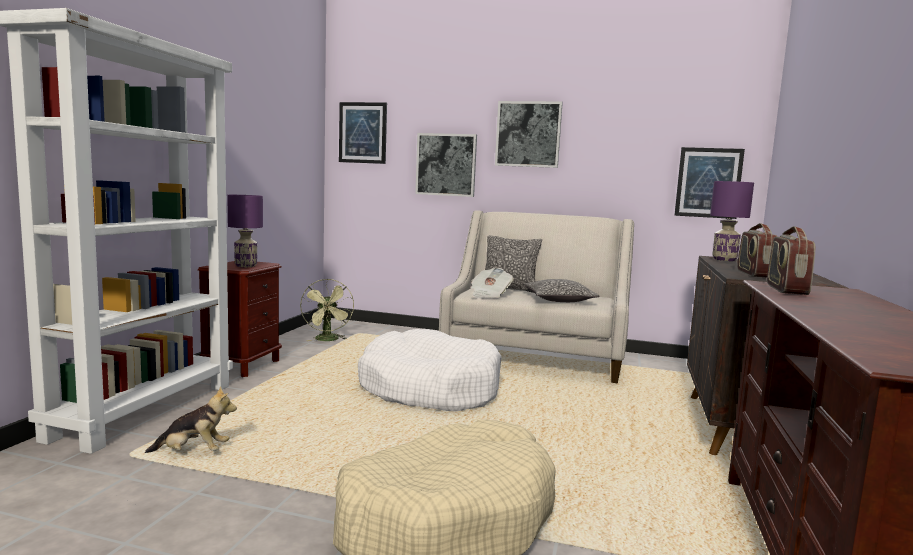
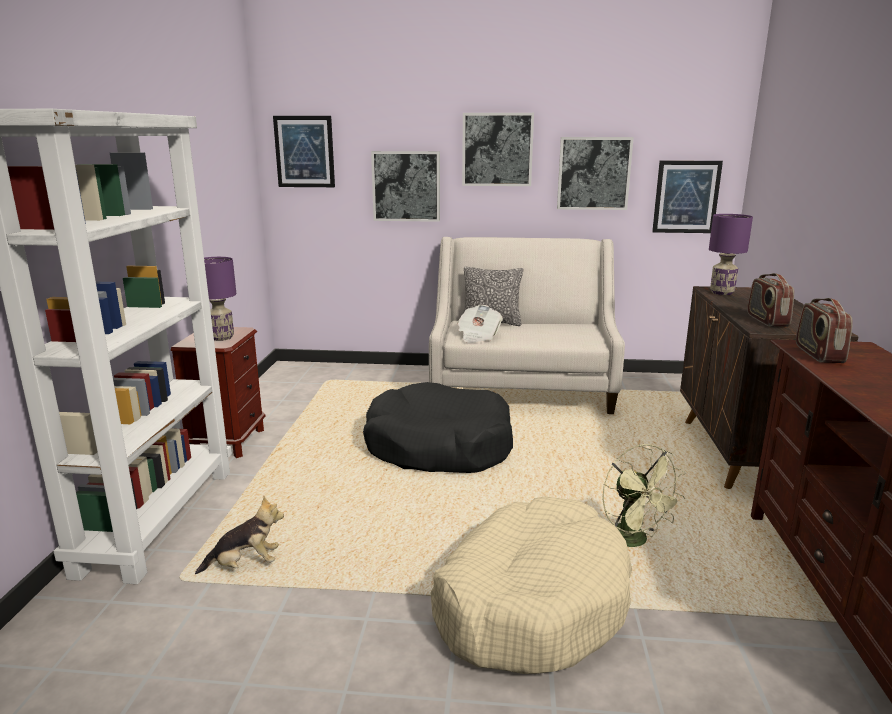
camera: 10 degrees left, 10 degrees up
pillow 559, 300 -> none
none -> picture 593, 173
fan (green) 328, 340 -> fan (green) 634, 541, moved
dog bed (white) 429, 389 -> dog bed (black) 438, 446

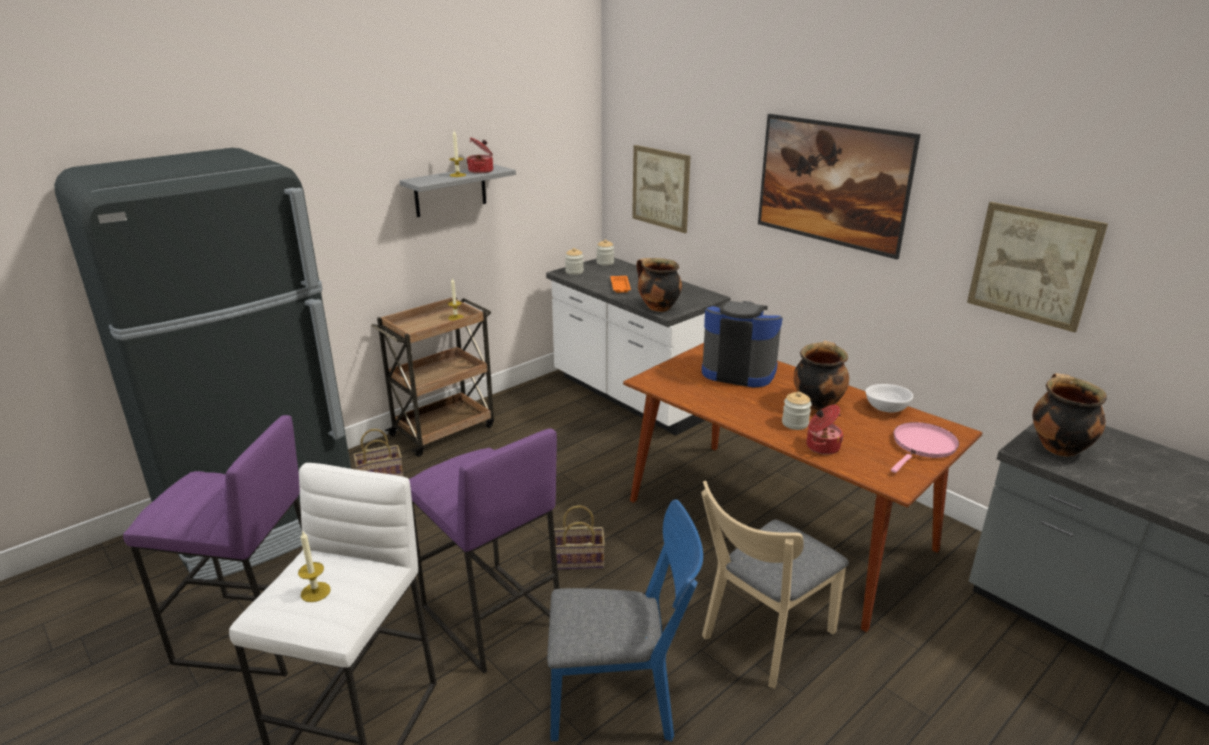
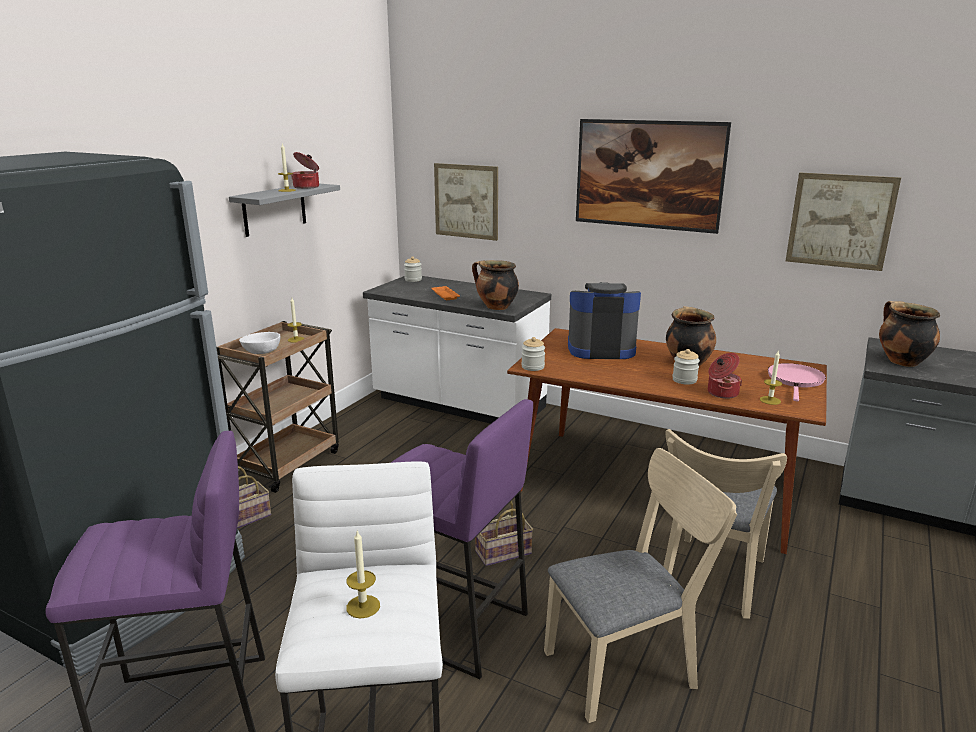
camera: 20 degrees left, 5 degrees down
none -> candle 770, 400
jar 574, 272 -> jar 533, 367, moved
bowl (white) 887, 409 -> bowl (white) 262, 352, moved
chair (blue) 622, 699 -> chair (beige) 629, 665

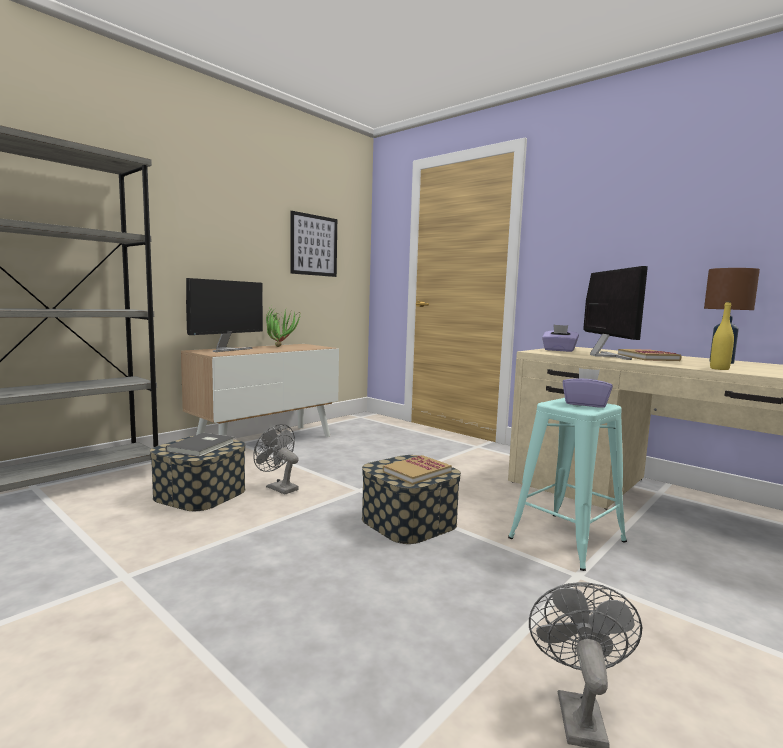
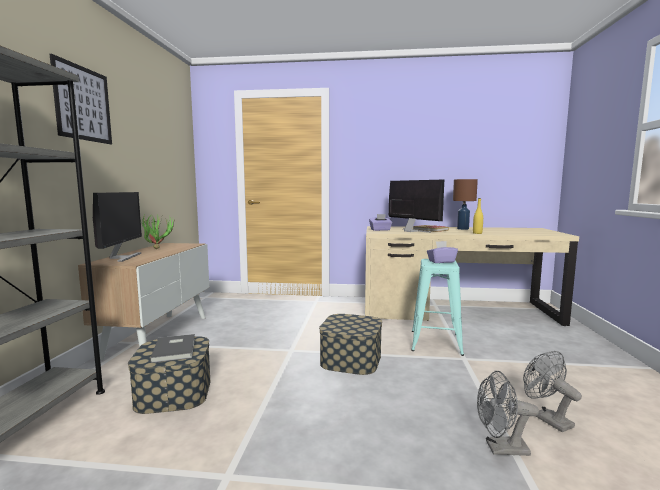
camera: 35 degrees left, 0 degrees up
book 417, 472 -> none
fan (grey) 278, 488 -> fan (grey) 501, 449, moved
picture 314, 245 -> picture 83, 103, moved

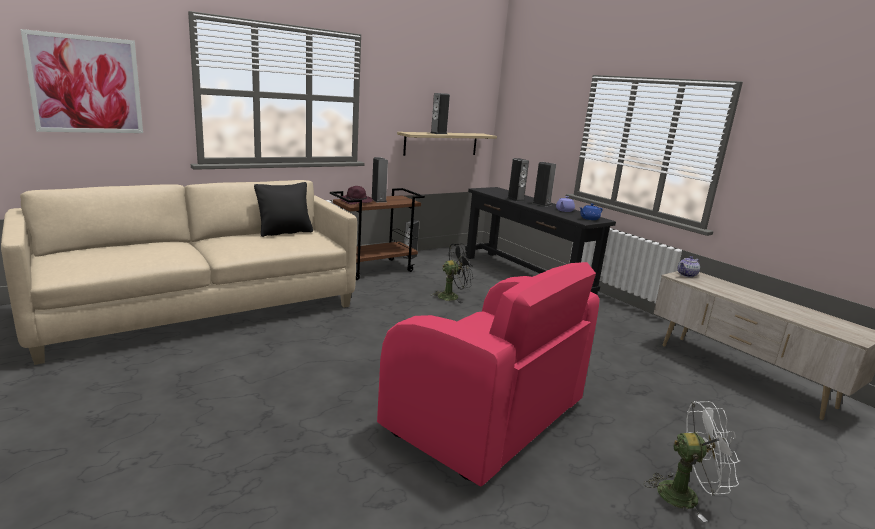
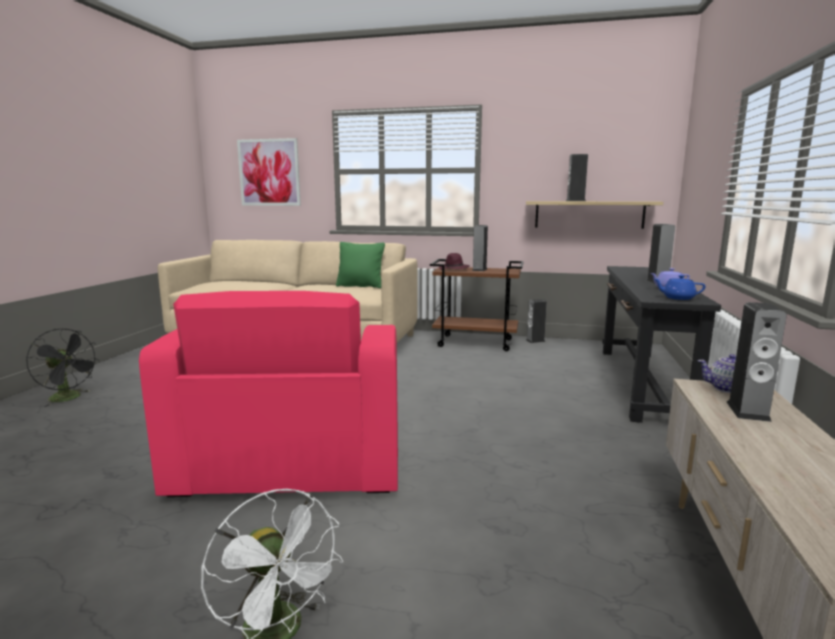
camera: 50 degrees right, 5 degrees down
fan (black) 452, 296 -> fan (black) 70, 398, moved
speaker 515, 199 -> speaker 748, 411, moved
pillow (black) 285, 232 -> pillow (green) 360, 286

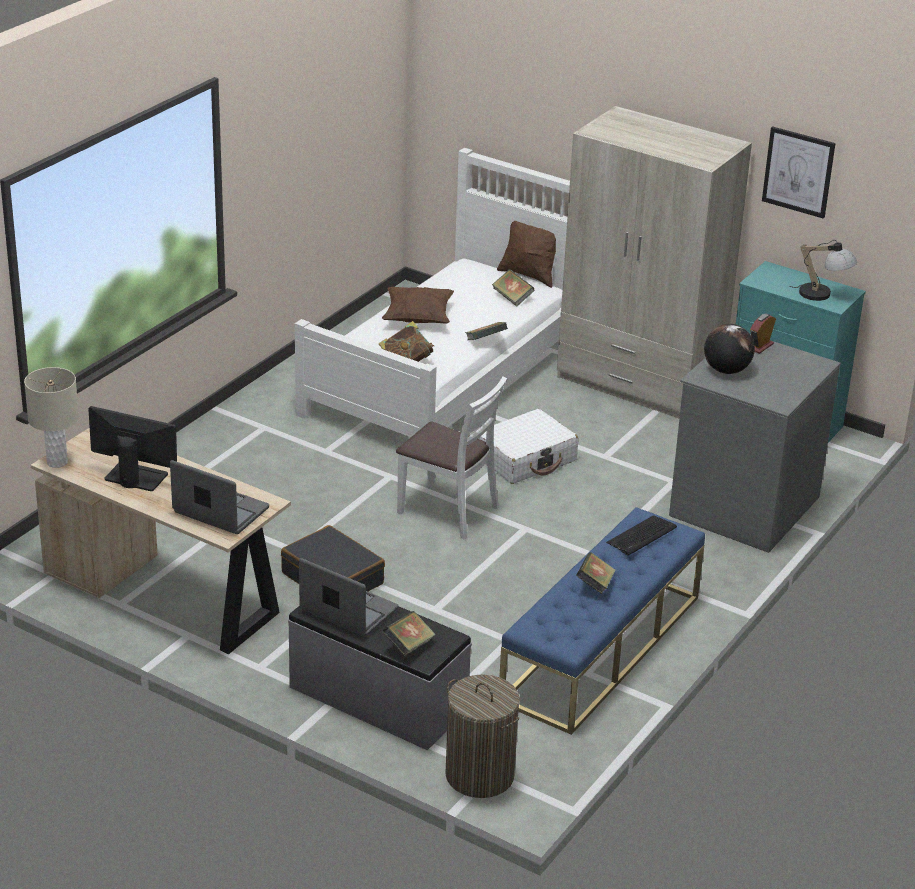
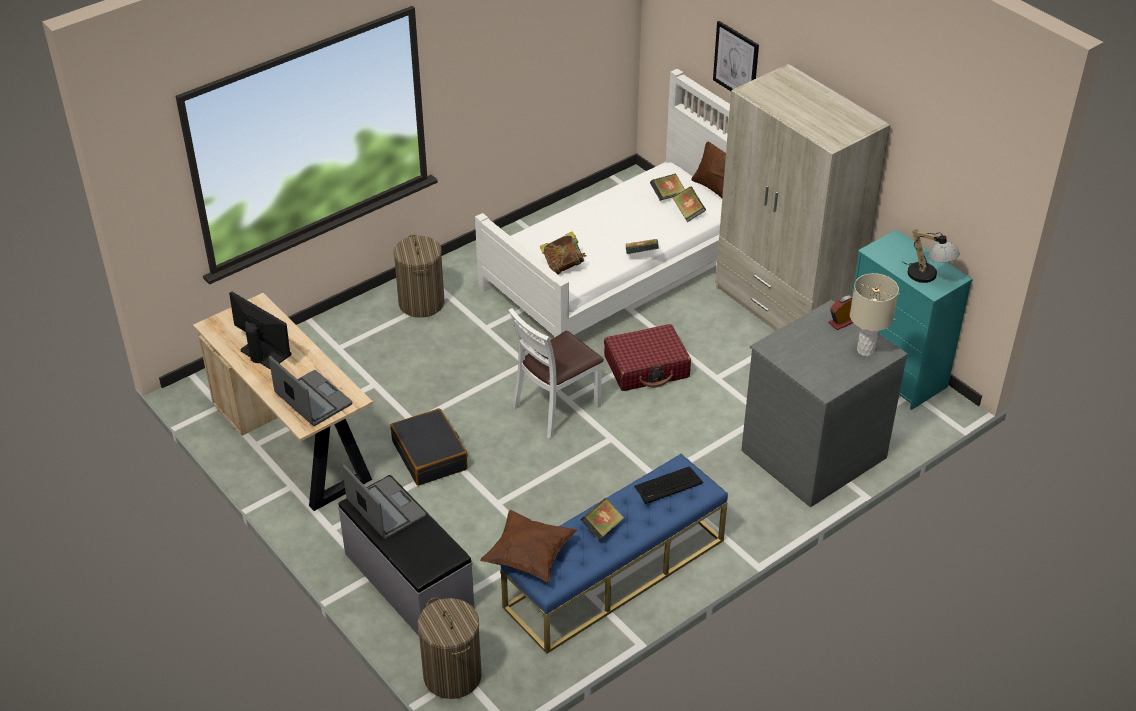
camera: 20 degrees right, 10 degrees up
globe 726, 370 -> none
none -> laundry basket 421, 303
table lamp (beige) 57, 462 -> table lamp (beige) 865, 350, moved
pillow (brown) 417, 318 -> pillow (brown) 529, 556, moved
book 409, 646 -> book 667, 195, moved
picture 798, 172 -> picture 736, 62, moved
suitcase (white) 525, 459 -> suitcase (red) 647, 367
chair (white) 448, 511 -> chair (white) 556, 408, 90 degrees clockwise

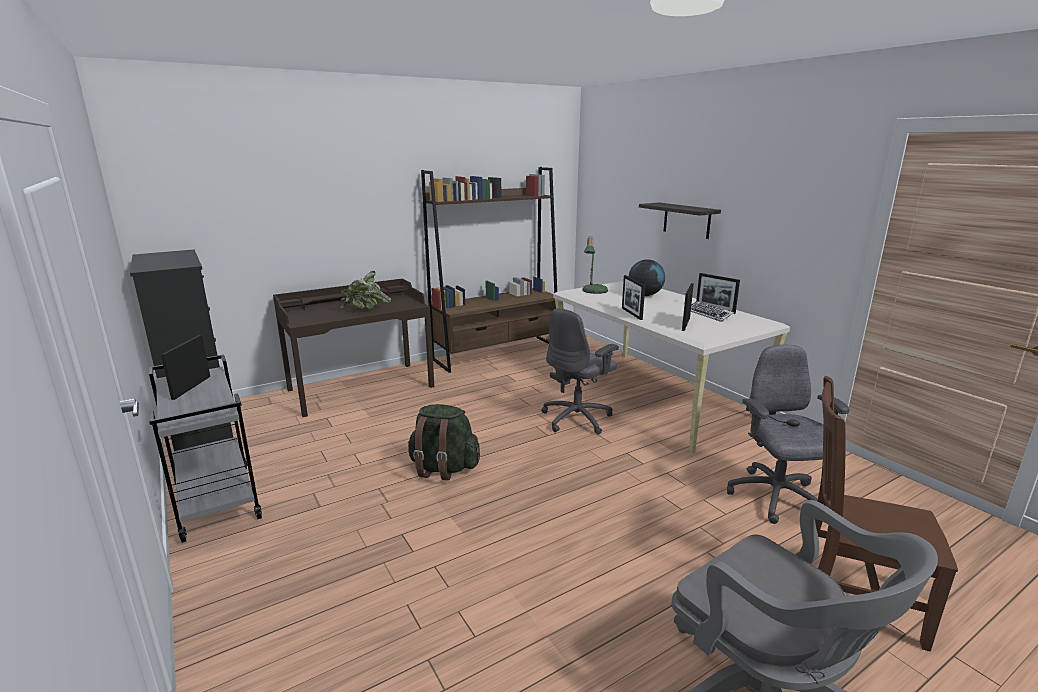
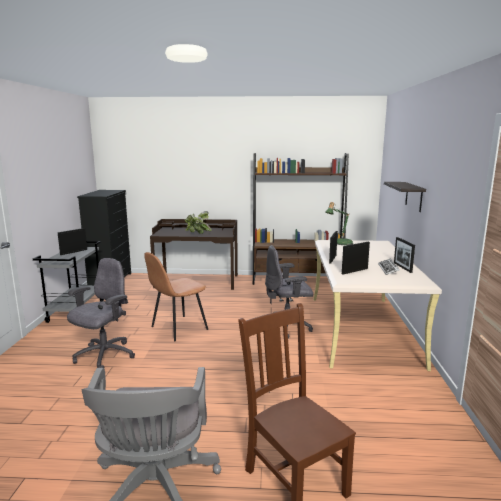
camera: 35 degrees right, 5 degrees down
globe 645, 295 -> none
office chair (grey) 775, 498 -> office chair (grey) 104, 356, moved
backpack (green) 443, 468 -> chair (brown) 178, 328

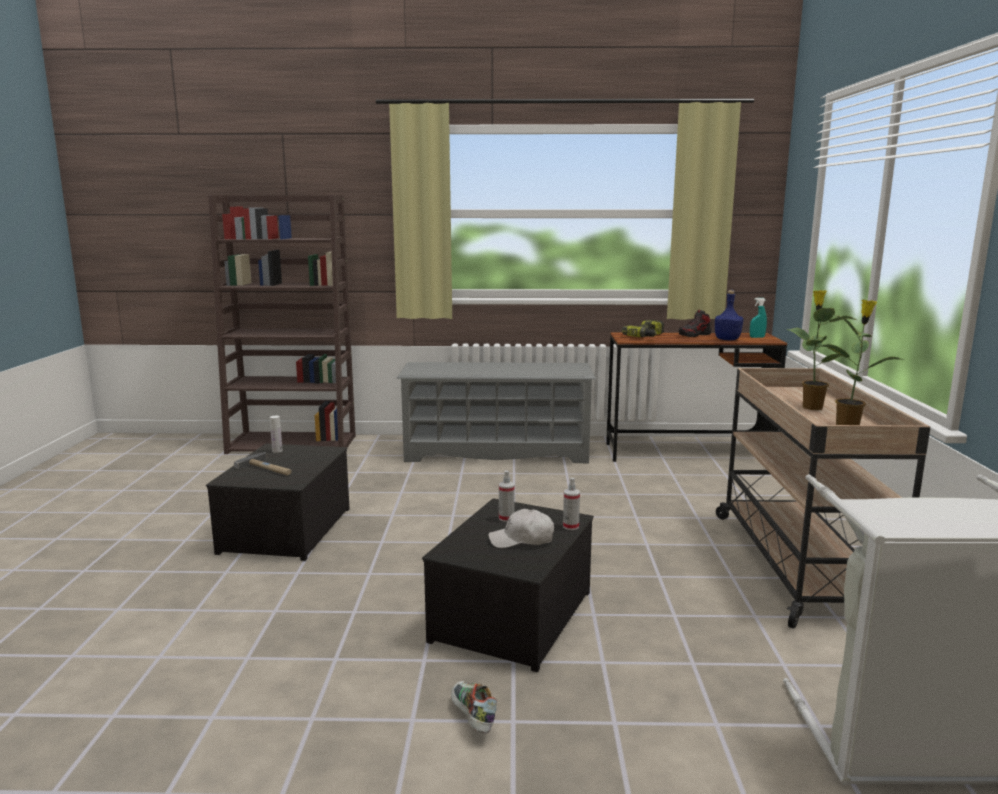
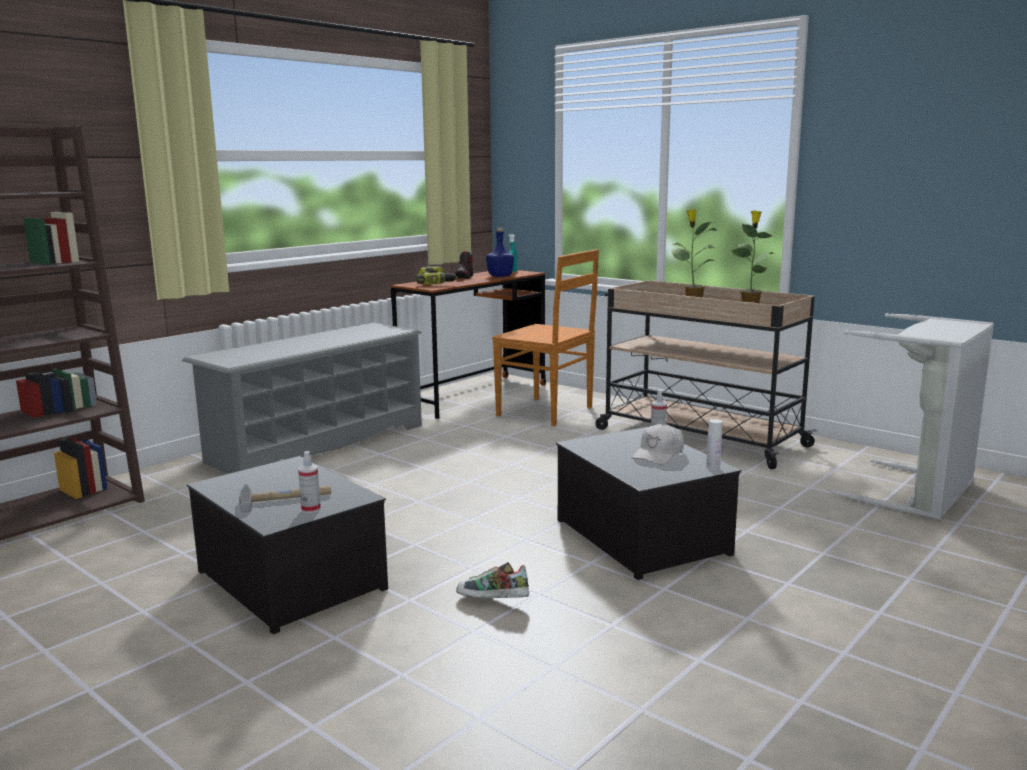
camera: 50 degrees left, 0 degrees up
none -> chair (brown) 547, 412
bottle (white) 277, 451 -> bottle (white) 713, 467, moved
shoe 472, 718 -> shoe 492, 602, moved
spray bottle 506, 518 -> spray bottle 311, 509, moved

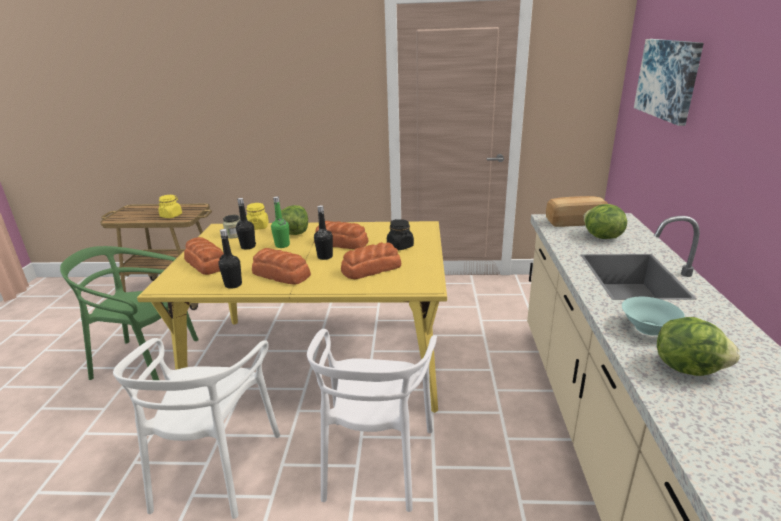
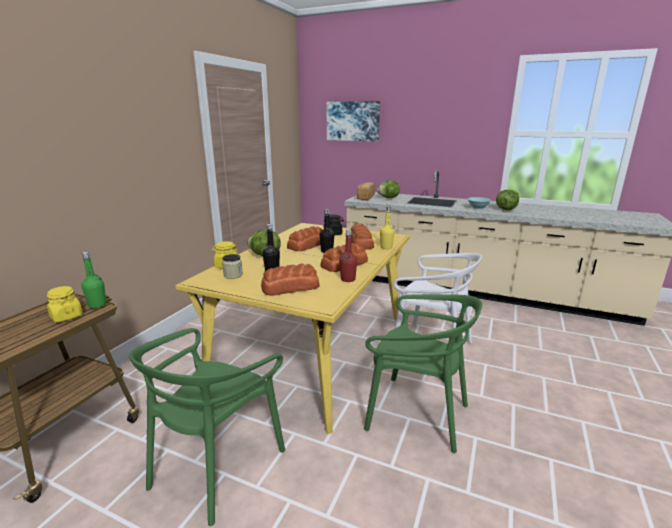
camera: 70 degrees left, 5 degrees down
none -> bottle (yellow) 386, 247
bottle (green) 282, 245 -> bottle (green) 97, 305, moved
chair (white) 215, 469 -> chair (green) 416, 414
bottle (black) 233, 285 -> bottle (red) 348, 279

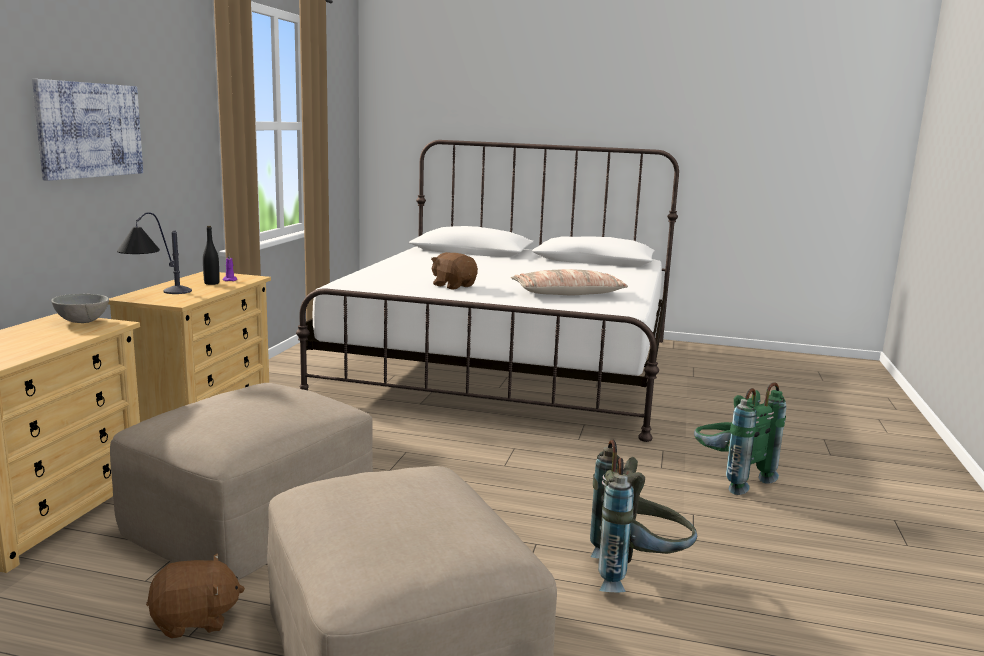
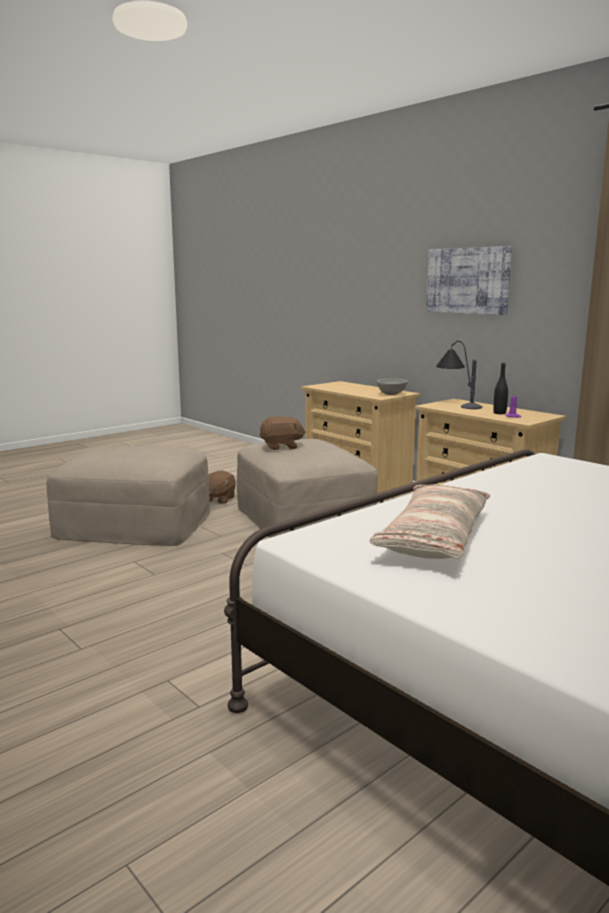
camera: 125 degrees right, 0 degrees up
backpack (grey) 637, 575 -> none
backpack (green) 729, 478 -> none
plush toy (brown) 453, 286 -> plush toy (brown) 281, 447, moved

